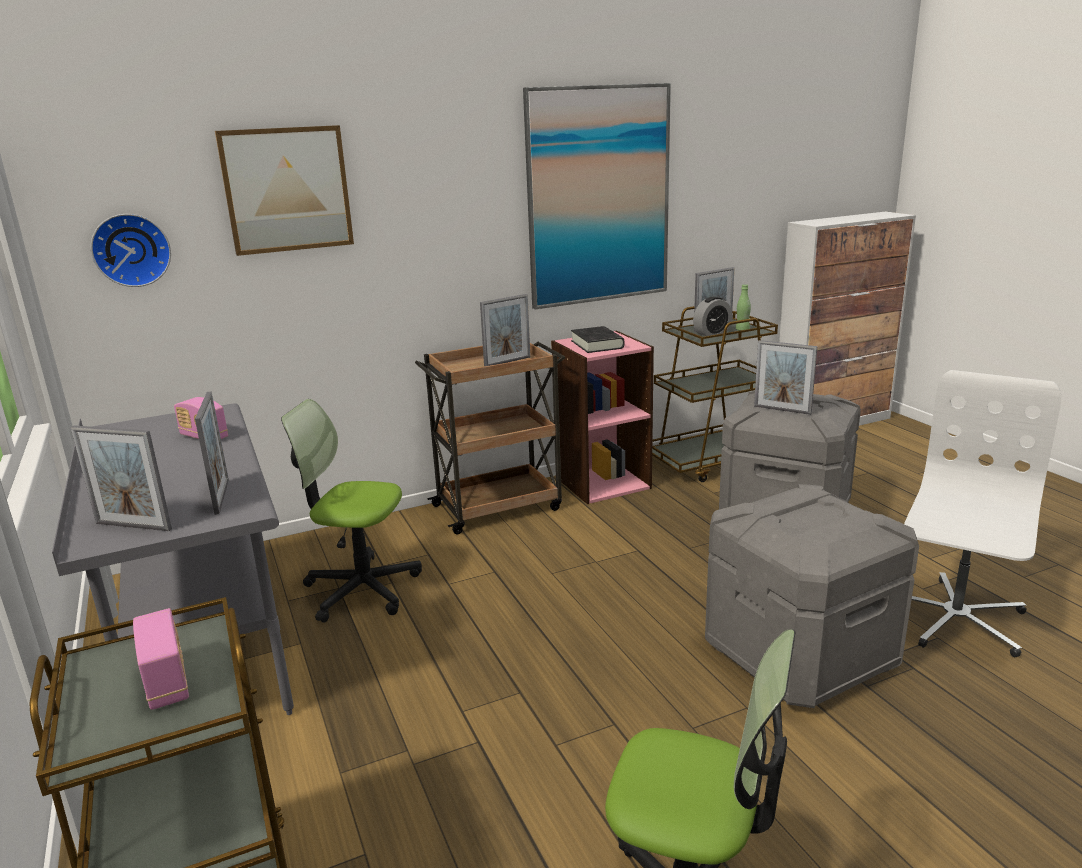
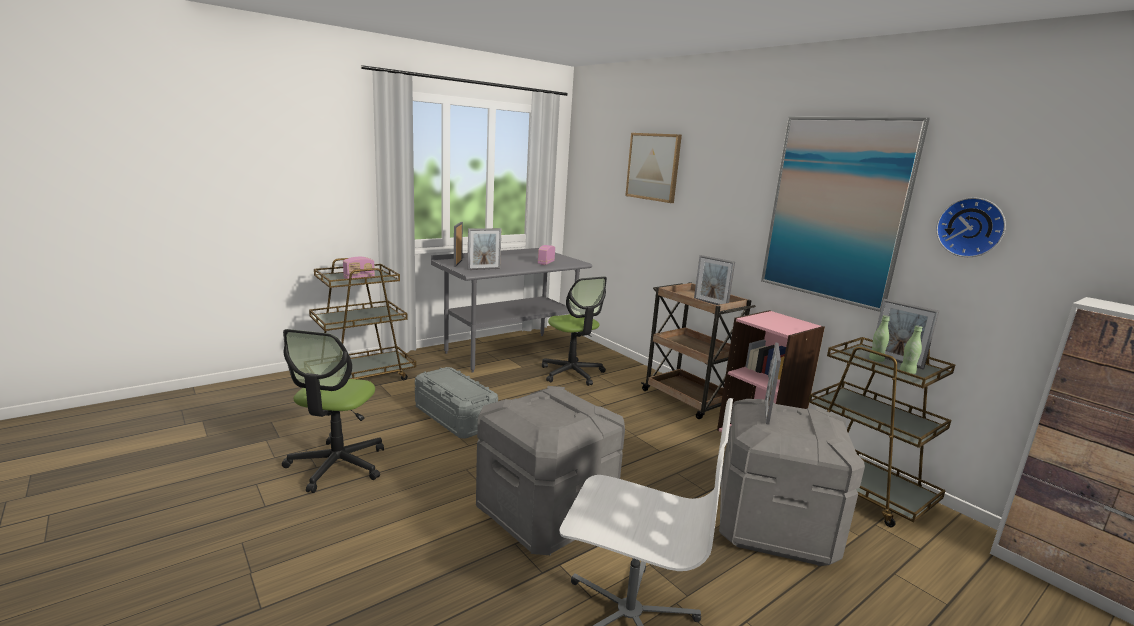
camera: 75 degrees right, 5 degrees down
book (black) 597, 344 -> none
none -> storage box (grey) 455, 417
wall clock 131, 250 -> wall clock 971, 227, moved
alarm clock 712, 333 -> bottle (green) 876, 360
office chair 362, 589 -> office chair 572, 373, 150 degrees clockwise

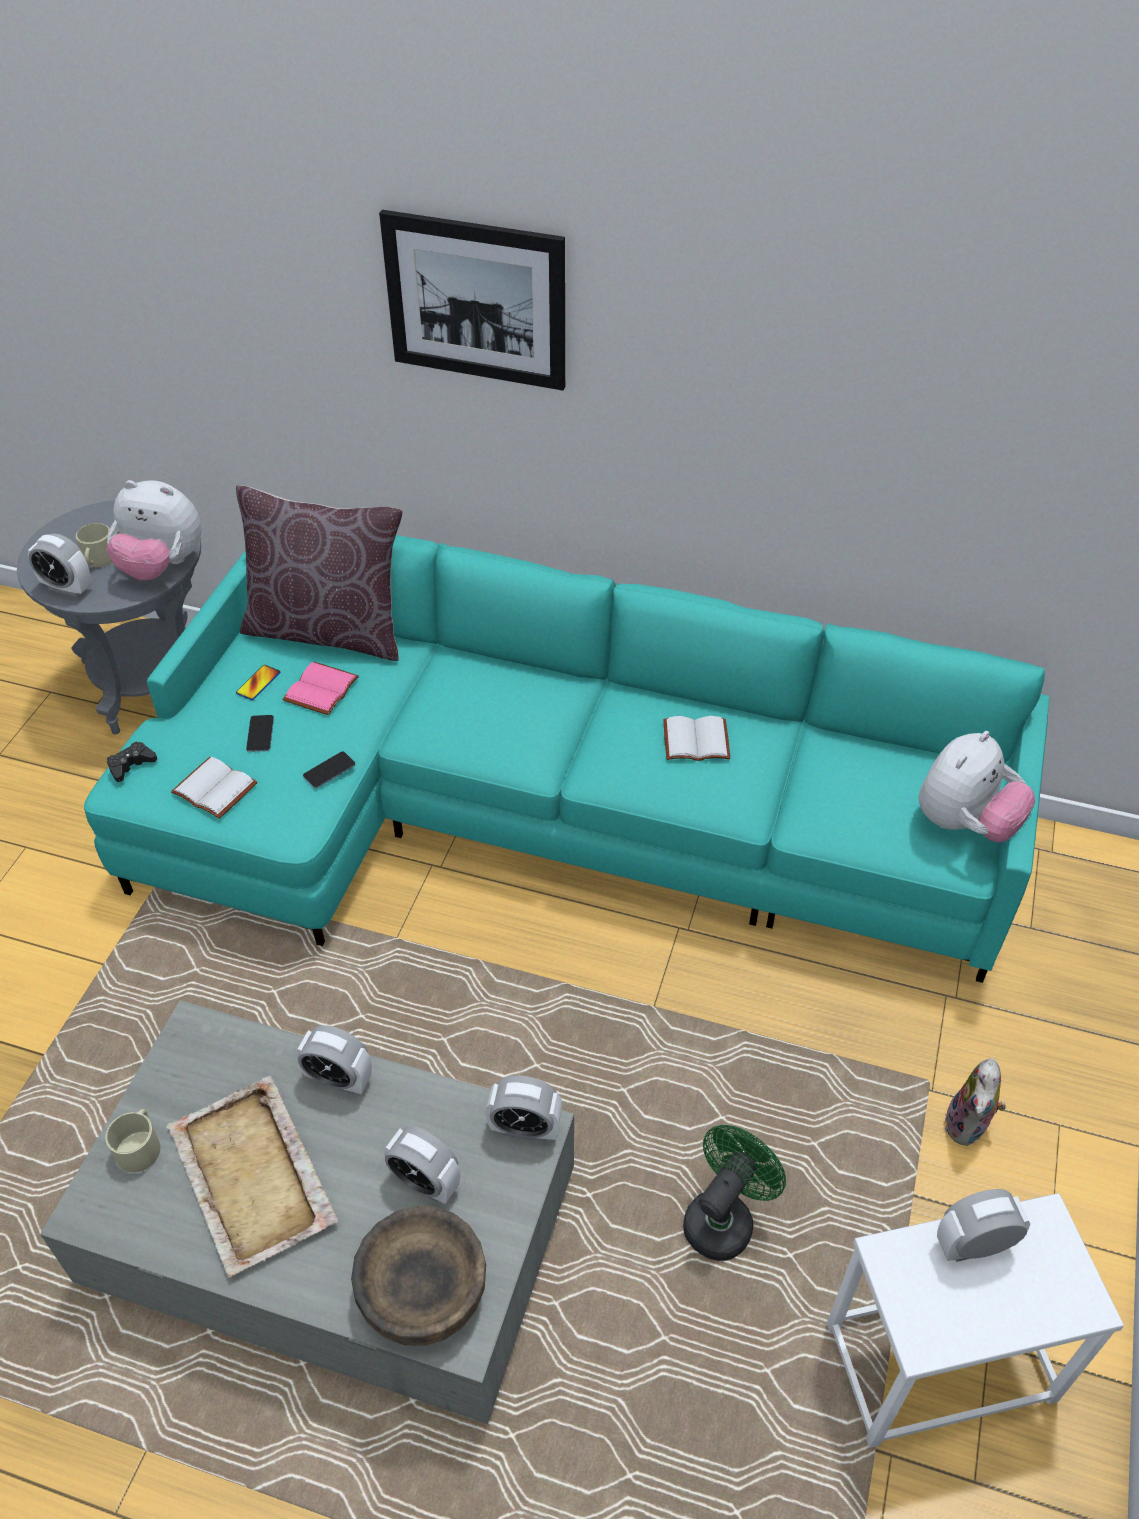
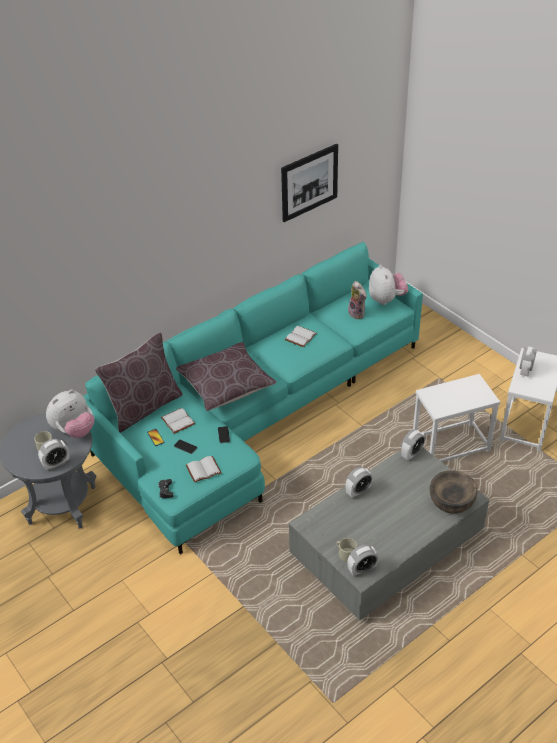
camera: 55 degrees left, 5 degrees down
tray (beige) 252, 1178 -> none
none -> pillow (brown) 226, 385
picture 476, 301 -> picture 309, 182, moved
alarm clock 425, 1182 -> alarm clock 362, 569, moved
plush toy 968, 1126 -> plush toy 358, 313, moved
fan (green) 724, 1217 -> side table (white) 450, 446
book (pink) 320, 688 -> book (white) 176, 421

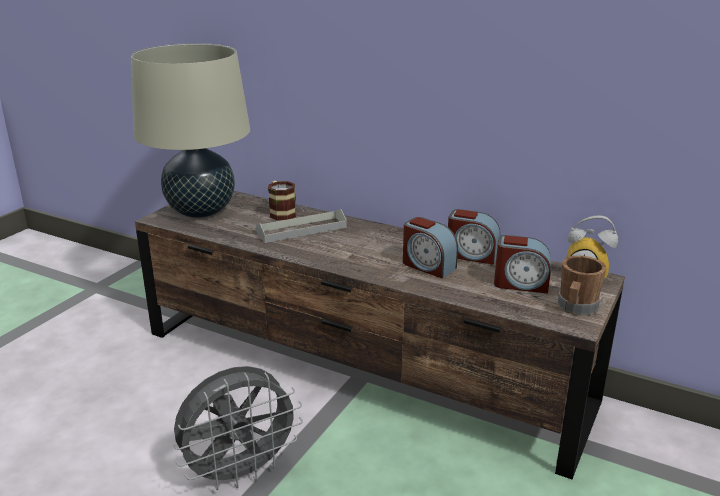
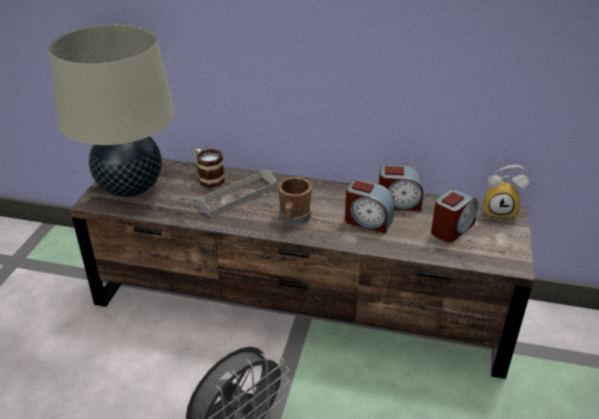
camera: 15 degrees left, 10 degrees up
mug (brown) 576, 307 -> mug (brown) 294, 218, moved
alarm clock 521, 284 -> alarm clock 452, 228, 45 degrees counterclockwise

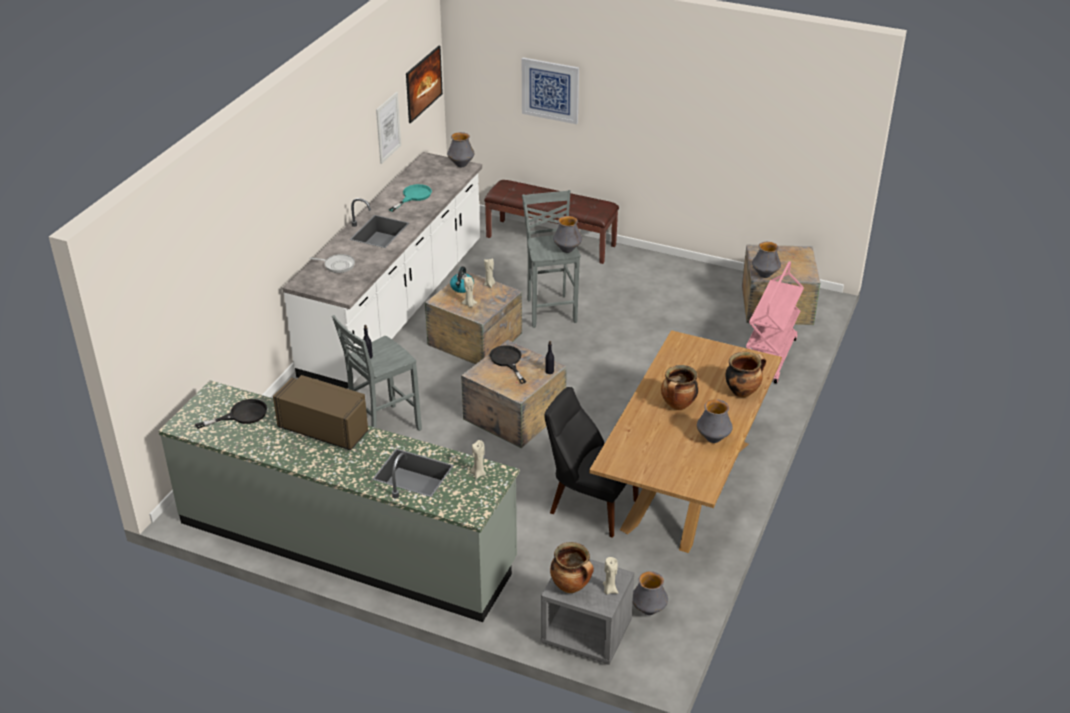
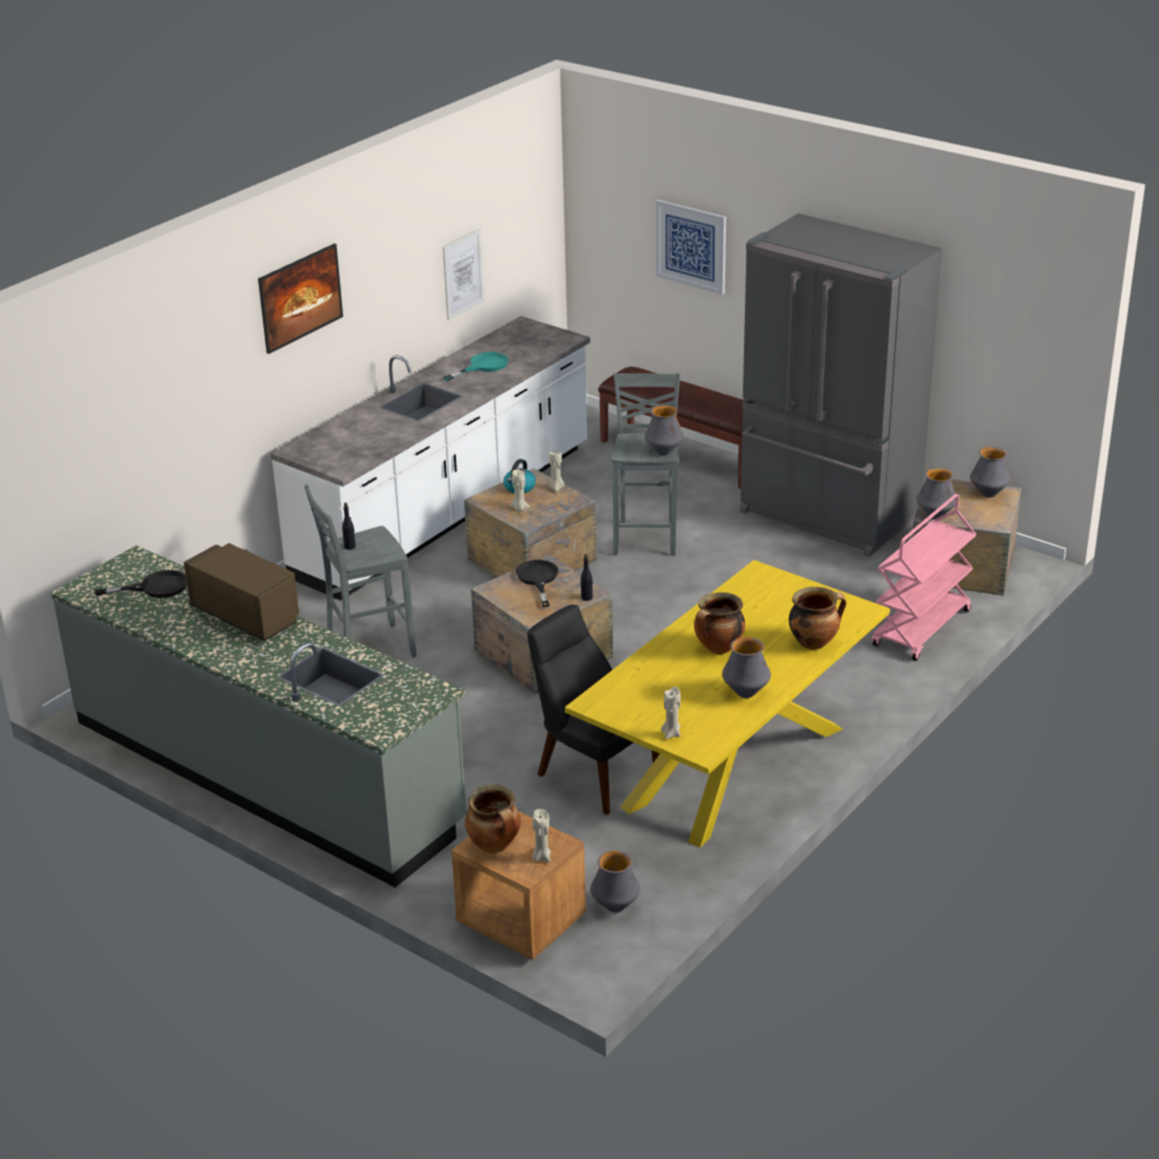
camera: 15 degrees right, 5 degrees down
frying pan 337, 265 -> none
none -> fridge (grey) 827, 516
picture 424, 96 -> picture 302, 316, moved
vase 461, 165 -> vase 988, 494, moved
candle (beige) 478, 473 -> candle (beige) 671, 733, moved
nightstand (grey) 585, 634 -> nightstand (brown) 520, 921
dining table (brown) 685, 486 -> dining table (yellow) 731, 768

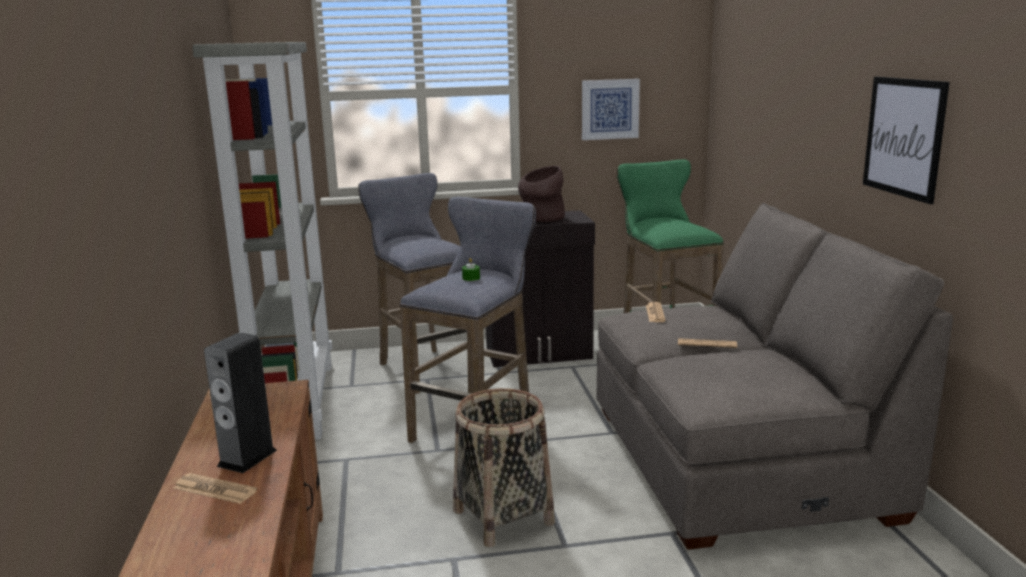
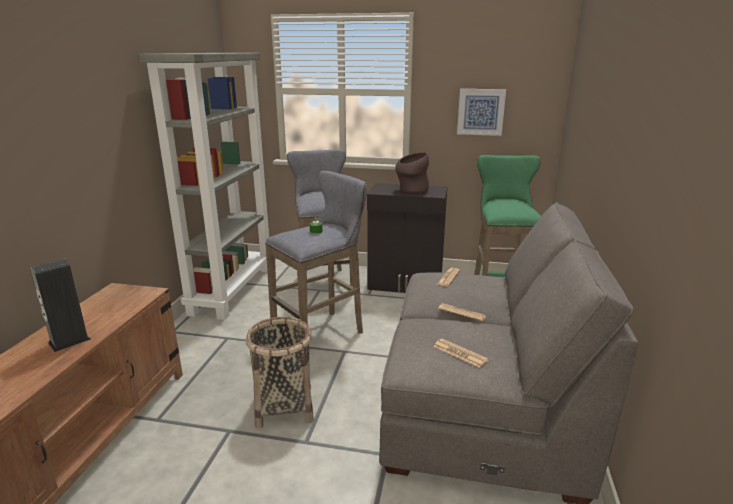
camera: 20 degrees right, 5 degrees up
picture 904, 137 -> none
newspaper 215, 489 -> newspaper 459, 353, moved

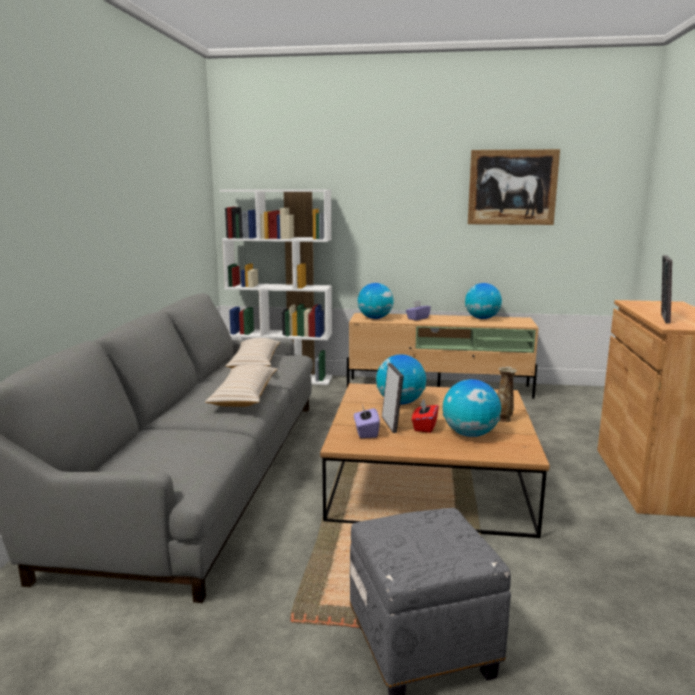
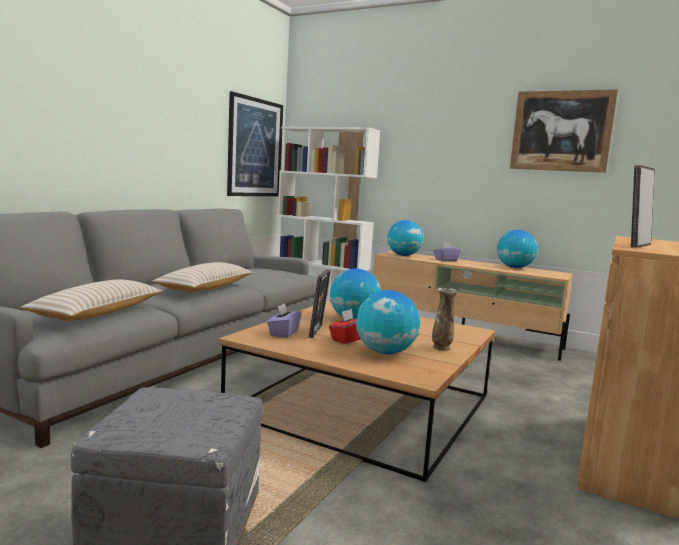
camera: 20 degrees right, 5 degrees down
none -> picture 255, 148
pillow (beige) 255, 363 -> pillow (beige) 98, 313, moved

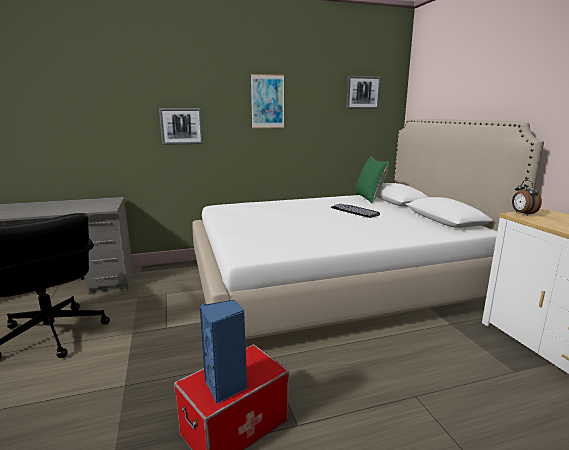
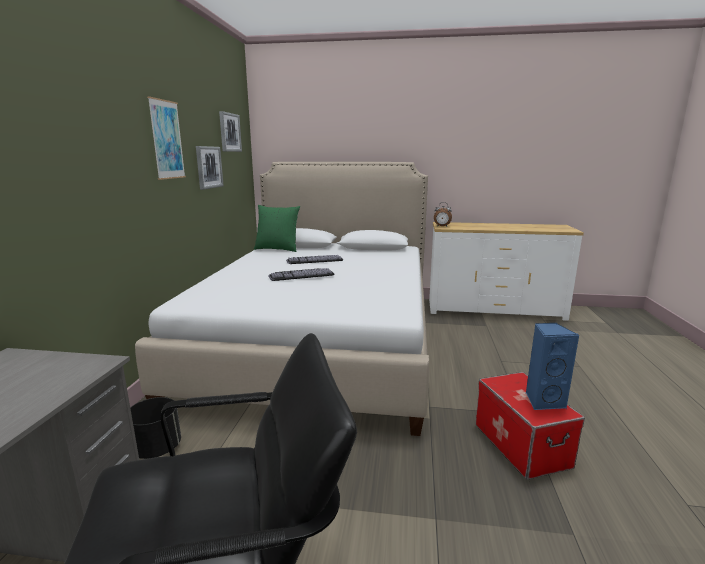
camera: 65 degrees left, 0 degrees up
none -> planter (black) 157, 448
none -> keyboard 301, 274
picture 181, 126 -> picture 209, 167, moved

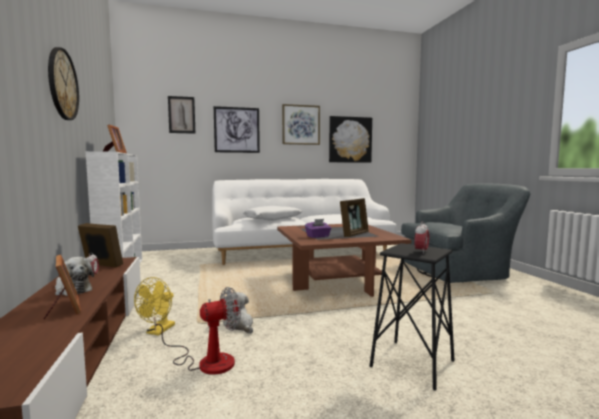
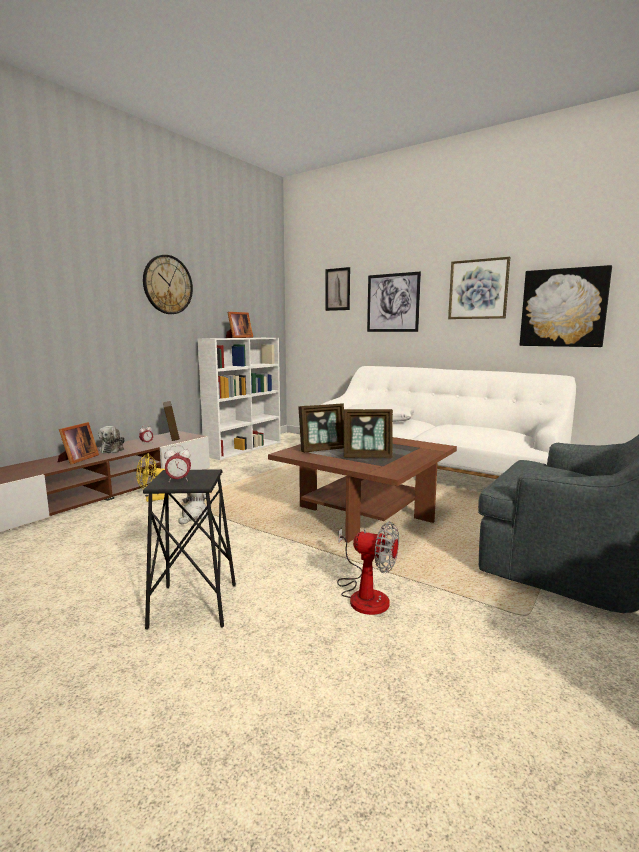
camera: 50 degrees right, 5 degrees up
fan 206, 361 -> fan 364, 594, moved
tissue box (purple) 318, 236 -> picture frame 322, 449

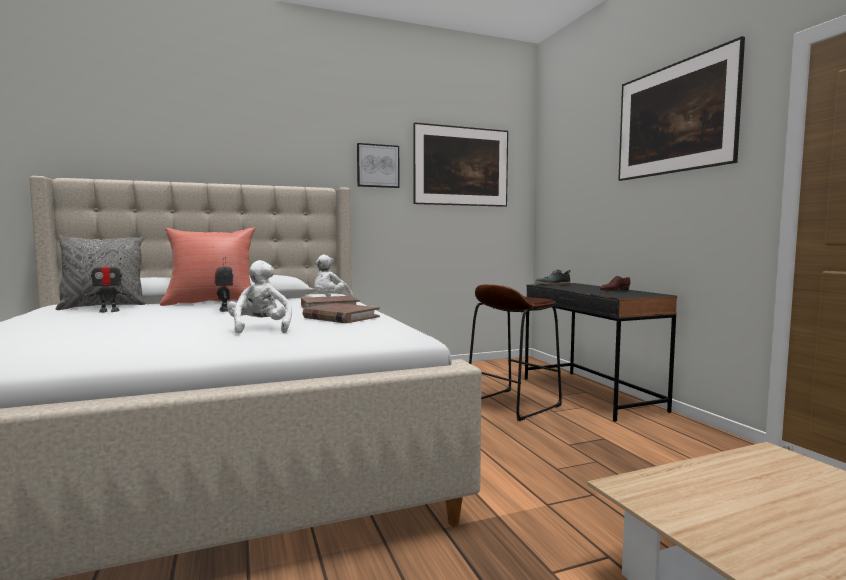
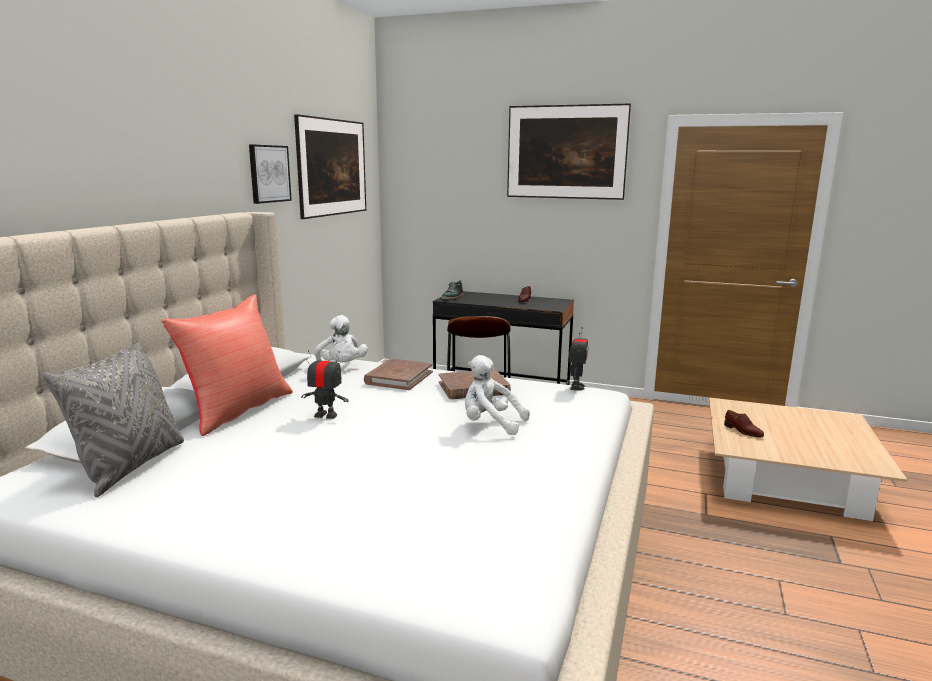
camera: 50 degrees left, 10 degrees up
none -> shoe (brown) 743, 431
toy robot 109, 311 -> toy robot 576, 387, moved

